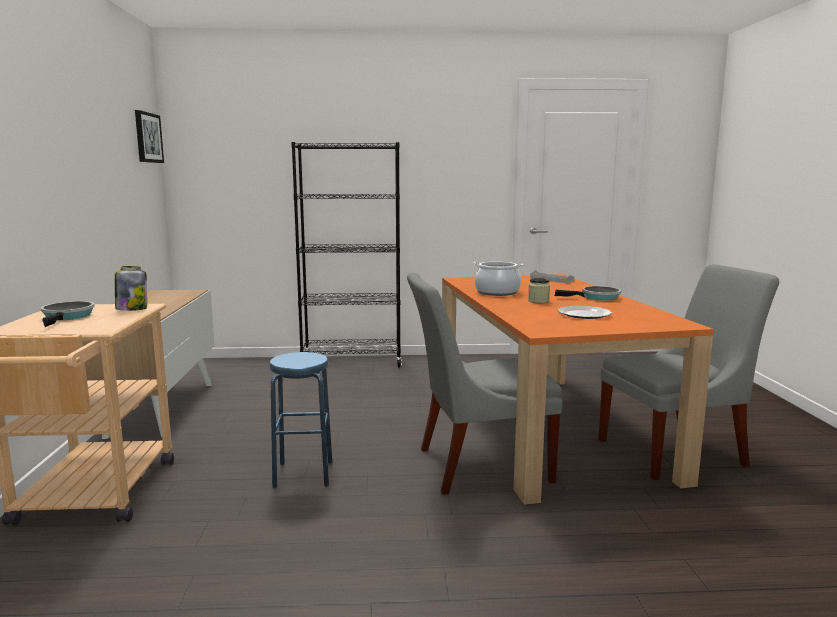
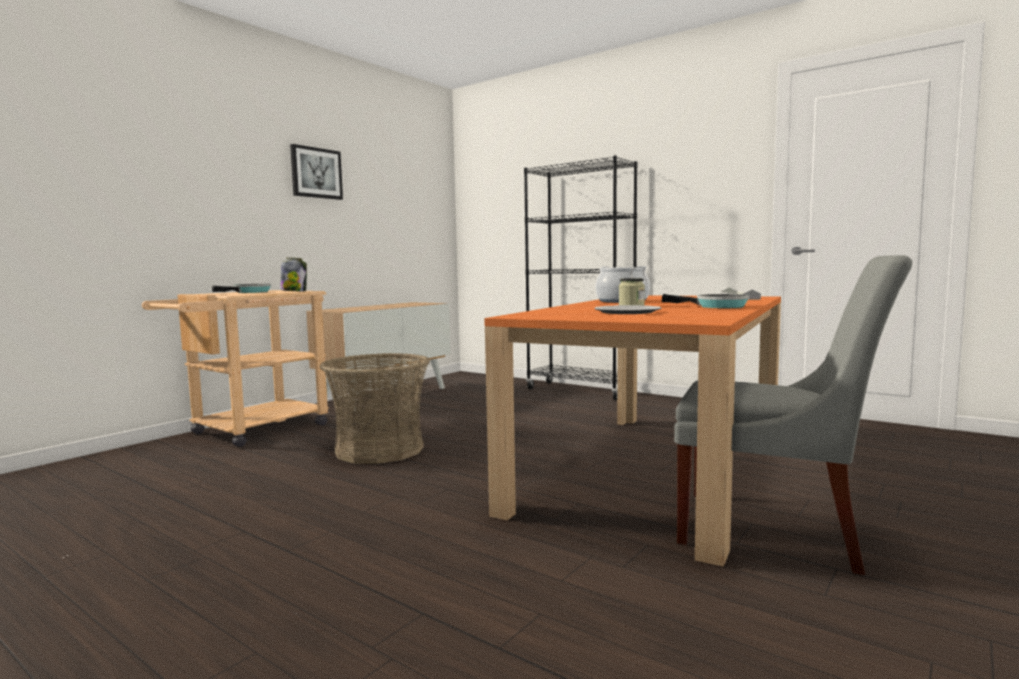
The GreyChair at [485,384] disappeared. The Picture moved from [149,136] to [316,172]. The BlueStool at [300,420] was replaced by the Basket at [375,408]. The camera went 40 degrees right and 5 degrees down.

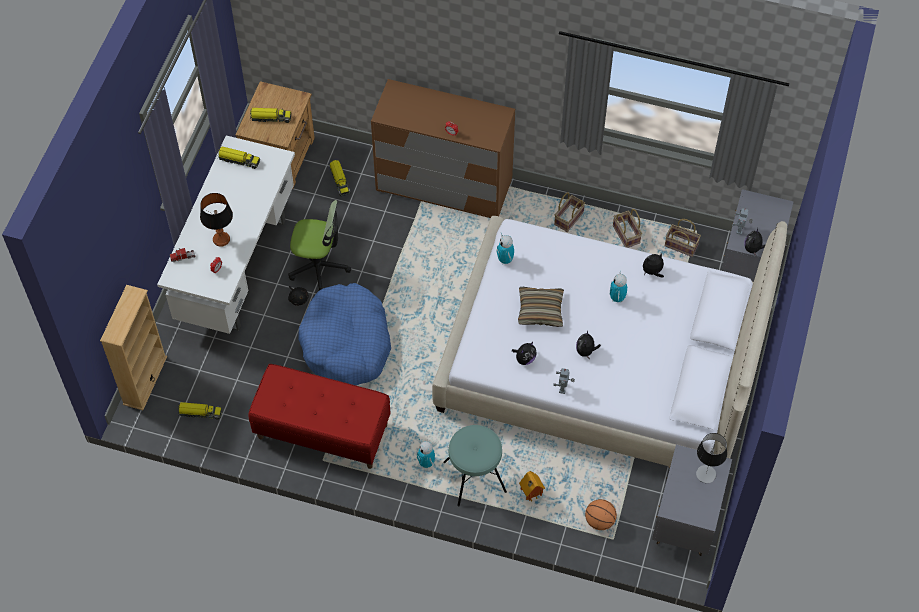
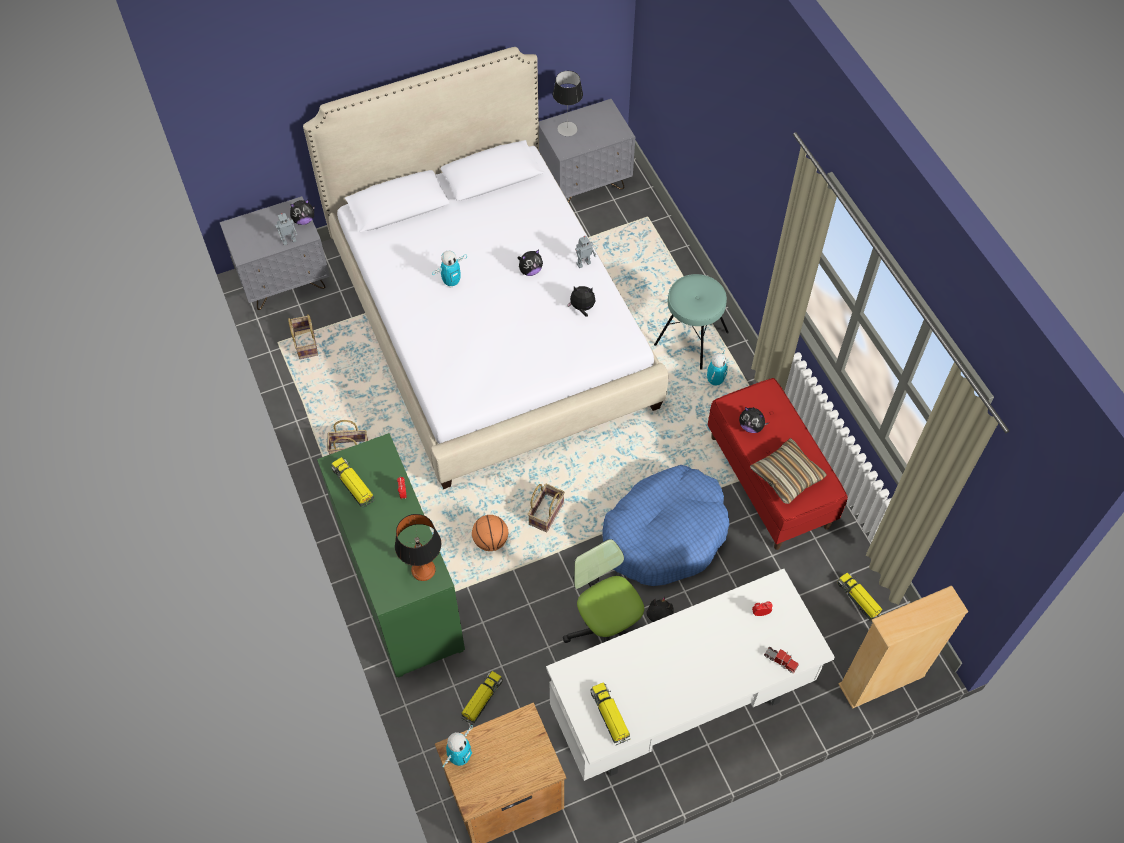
The ToyHouse at [532,486] disappeared. The TableLamp moved from [216,220] to [418,547]. The ToyTruck moved from [270,115] to [353,482]. The ToyRobot moved from [505,249] to [458,746]. The Pillow moved from [541,307] to [788,471]. The Basketball moved from [601,514] to [490,533]. The Basket moved from [627,228] to [546,507]. The PlushToy moved from [653,265] to [754,420]. The BrownDresser at [443,148] became the GreenDresser at [391,555]. The camera went 130 degrees left and 0 degrees up.

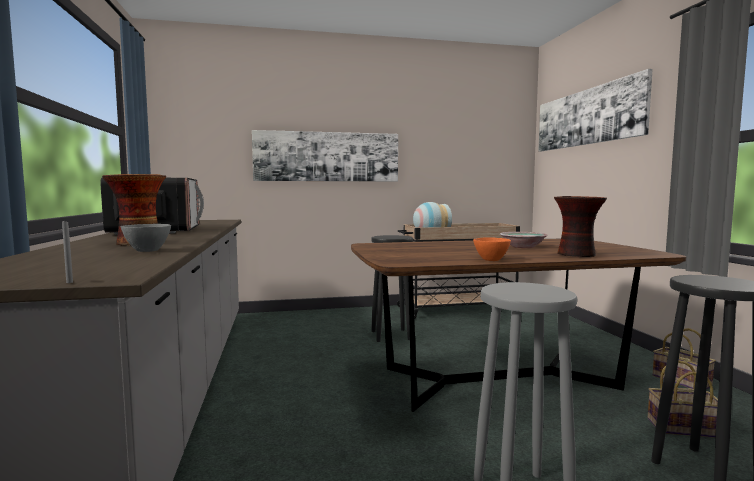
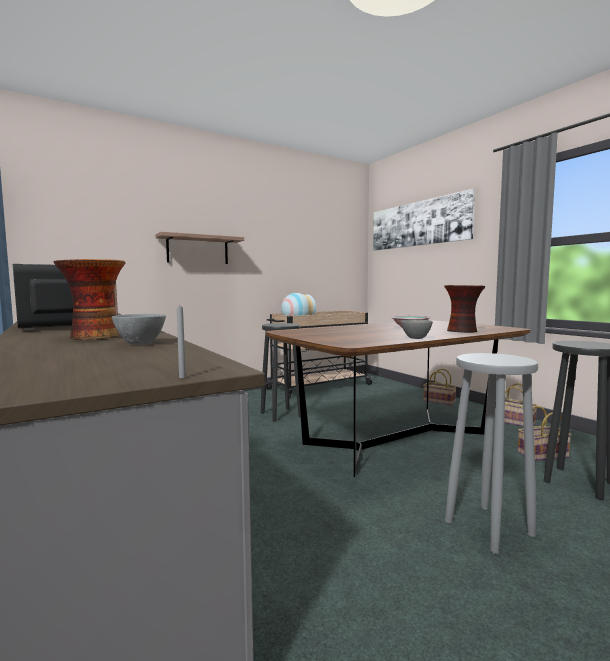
The Basket at [440,387] appeared. The Picture at [325,156] was replaced by the Shelf at [199,248]. The OrangeBowl at [492,249] became the GreyBowl at [417,329]. The camera went 20 degrees left and 0 degrees up.

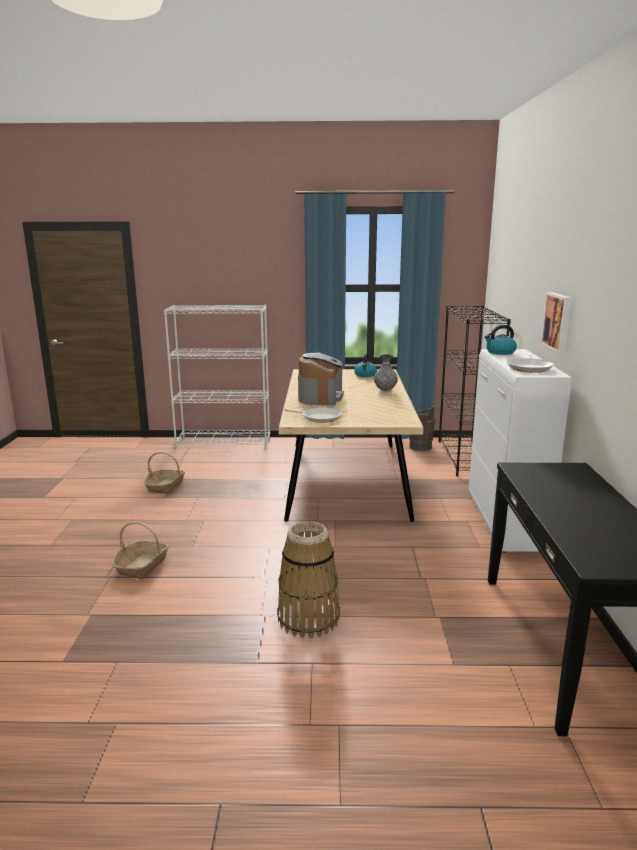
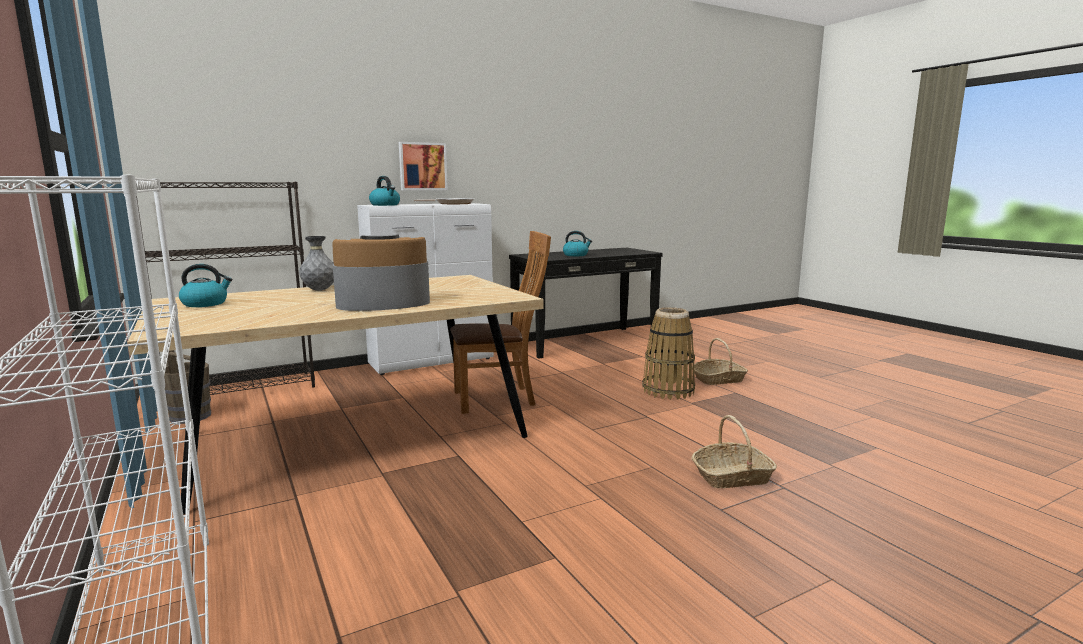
The FryingPan at [313,415] disappeared. The BrownChair at [500,322] appeared. The Kettle at [577,243] appeared. The Basket moved from [164,473] to [720,361]. The camera went 120 degrees left and 5 degrees down.

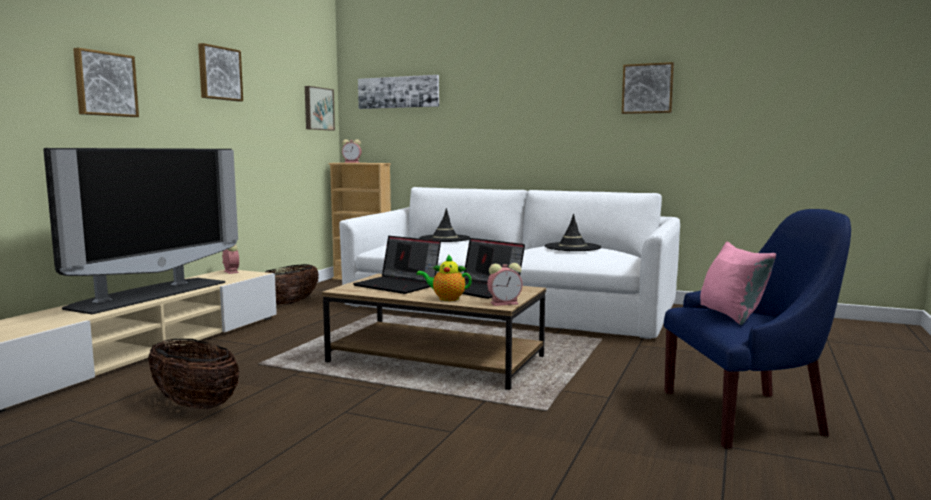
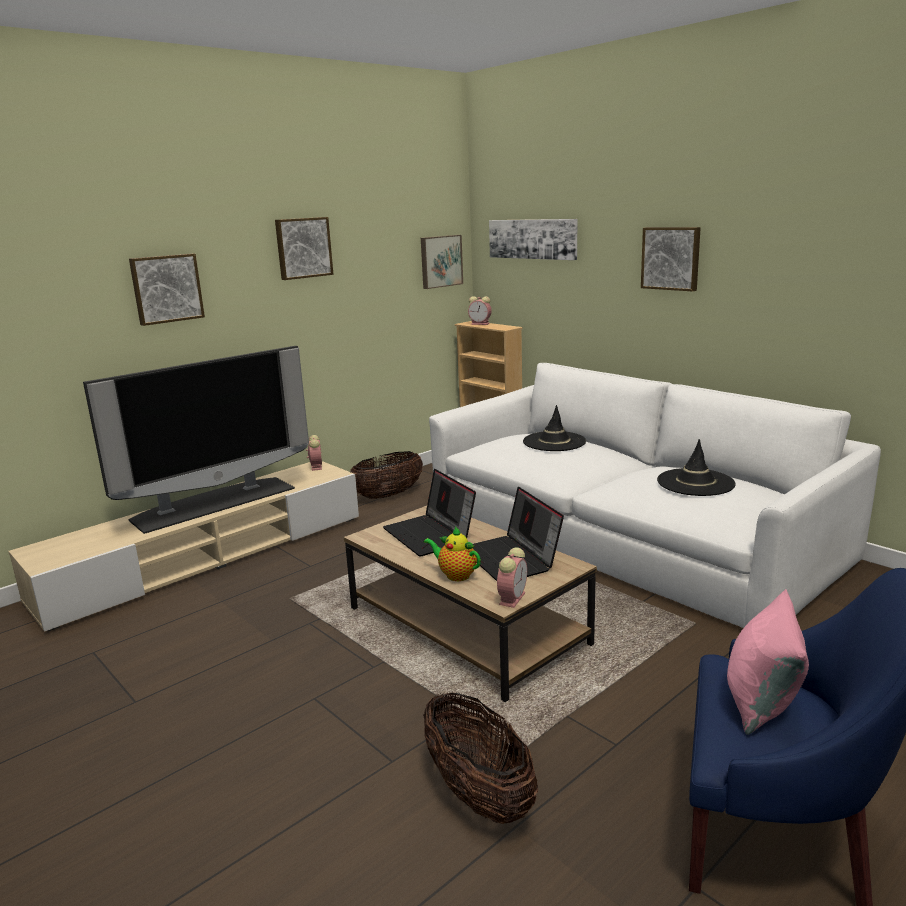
The Basket moved from [193,374] to [480,758]. The Picture moved from [648,88] to [671,259]. The AlarmClock at [505,284] turned 75 degrees counterclockwise. The camera went 25 degrees right and 10 degrees up.

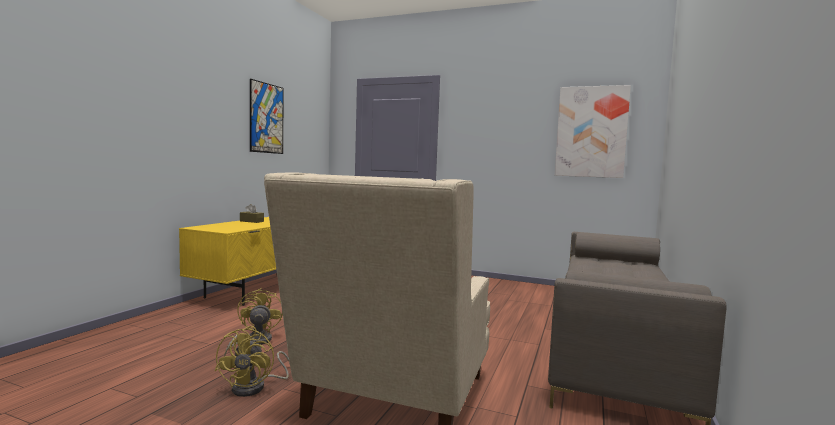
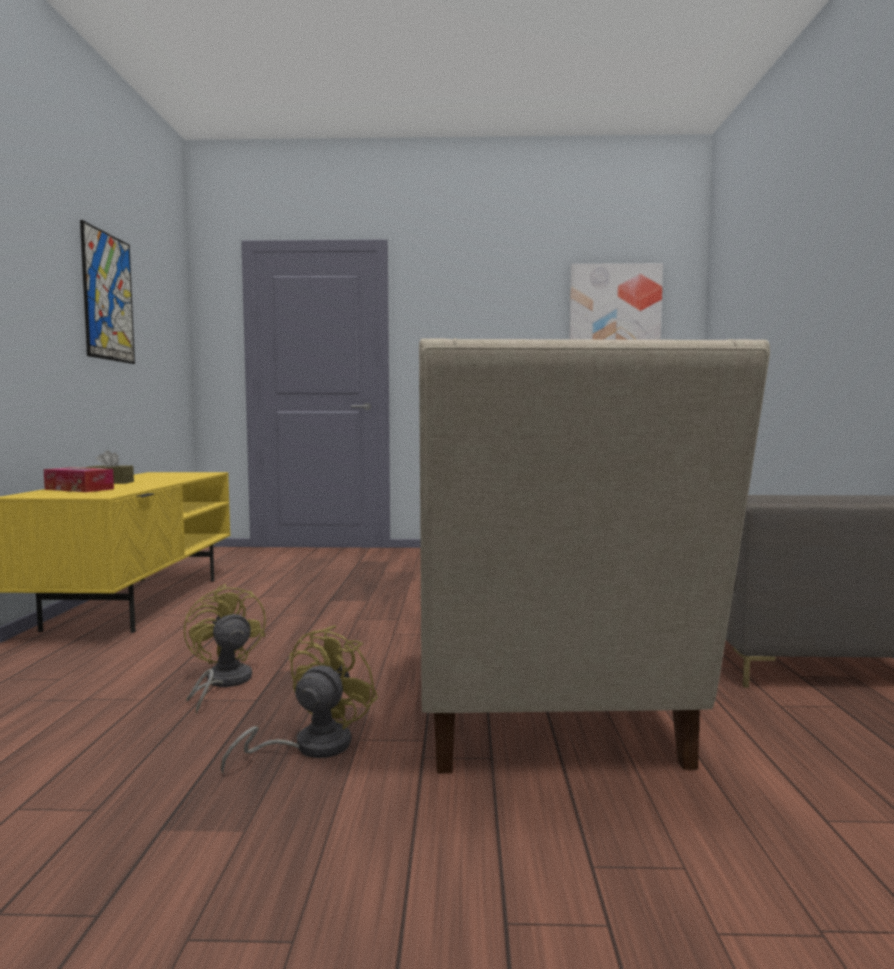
The TissueBox at [79,479] appeared. The YellowFan at [252,361] turned 135 degrees counterclockwise. The camera went 20 degrees left and 0 degrees up.

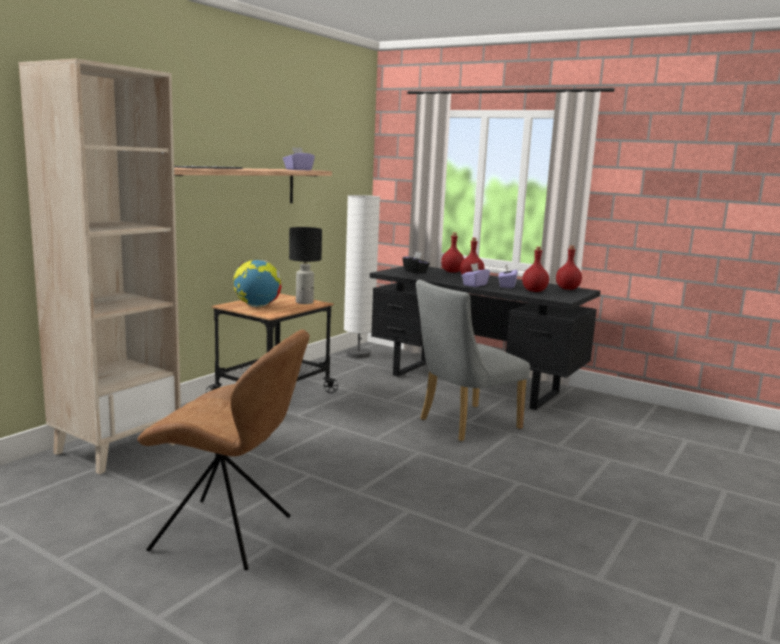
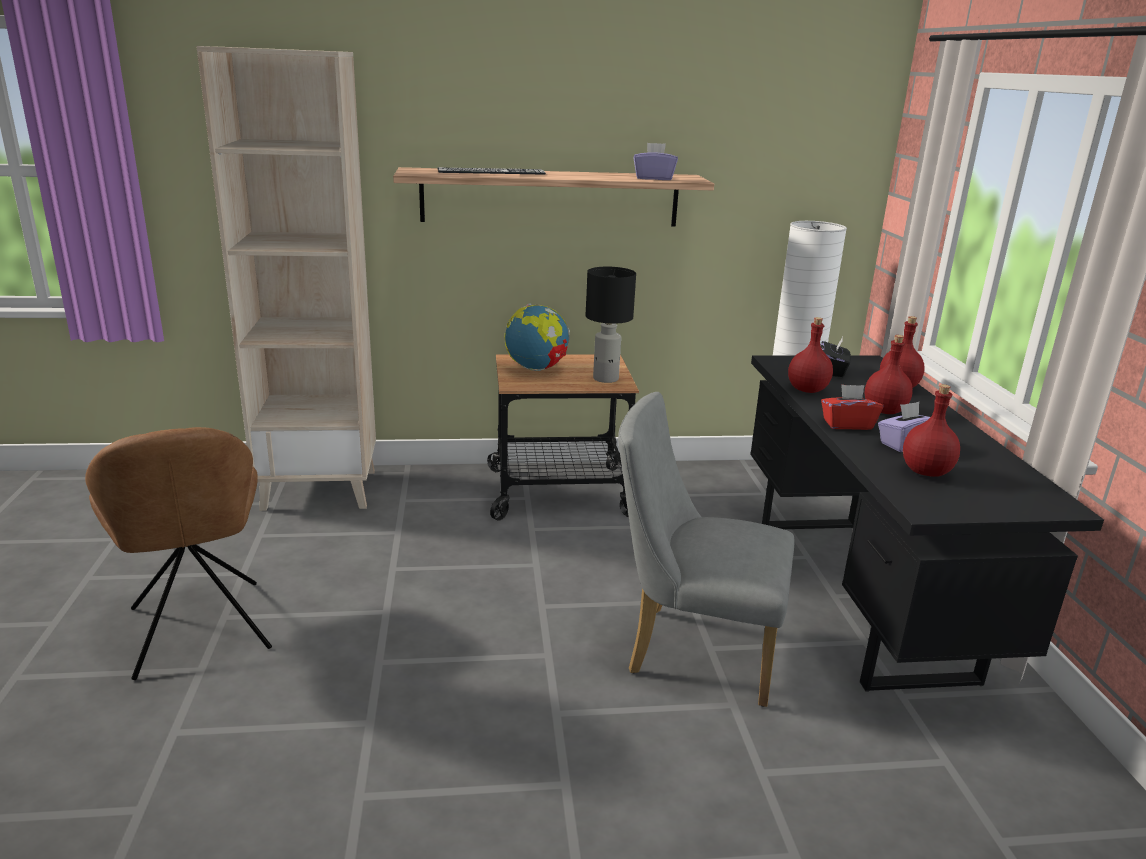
The RedBottle moved from [569,268] to [810,355]. The PurpleTissueBox at [476,275] became the RedTissueBox at [852,407]. The camera went 50 degrees right and 10 degrees up.

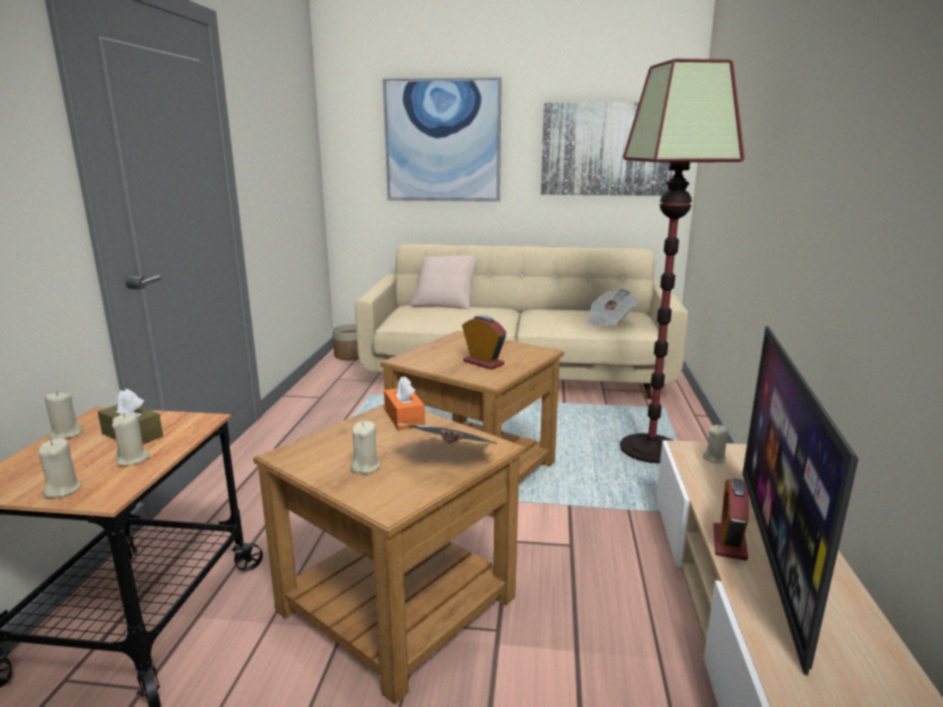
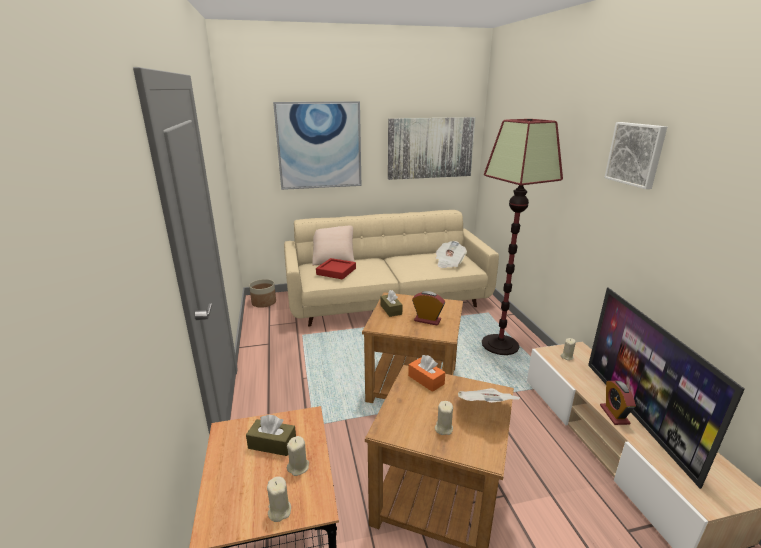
The BeigeCandle at [64,415] disappeared. The RedTray at [336,268] appeared. The BrownTissueBox at [392,303] appeared. The Picture at [635,155] appeared. The camera went 20 degrees left and 5 degrees up.

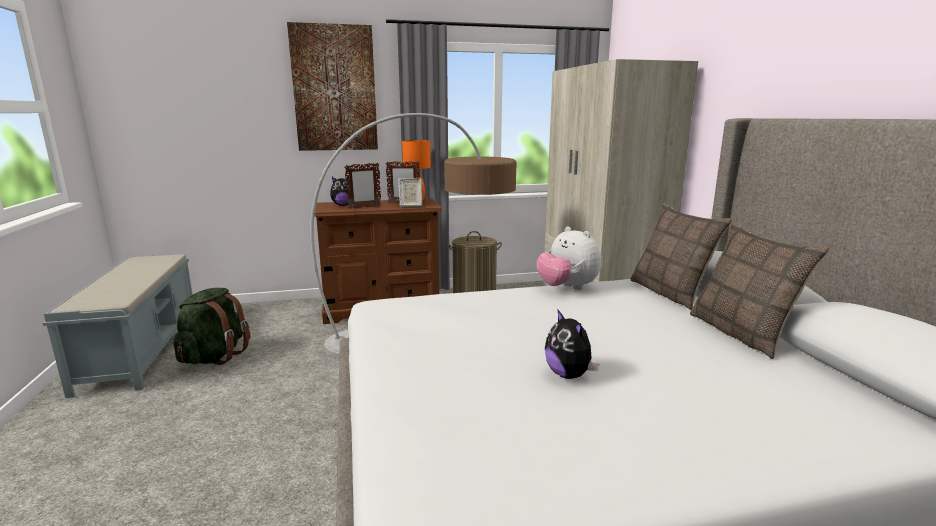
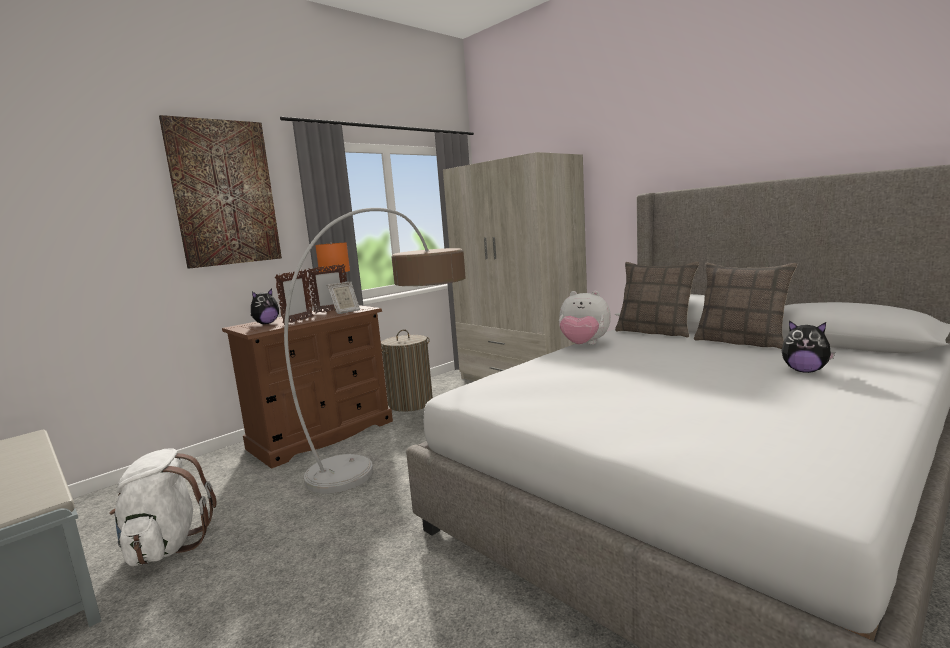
The PlushToy moved from [572,344] to [808,347]. The GreenBackpack at [212,326] became the WhiteBackpack at [163,507]. The camera went 30 degrees left and 5 degrees down.

